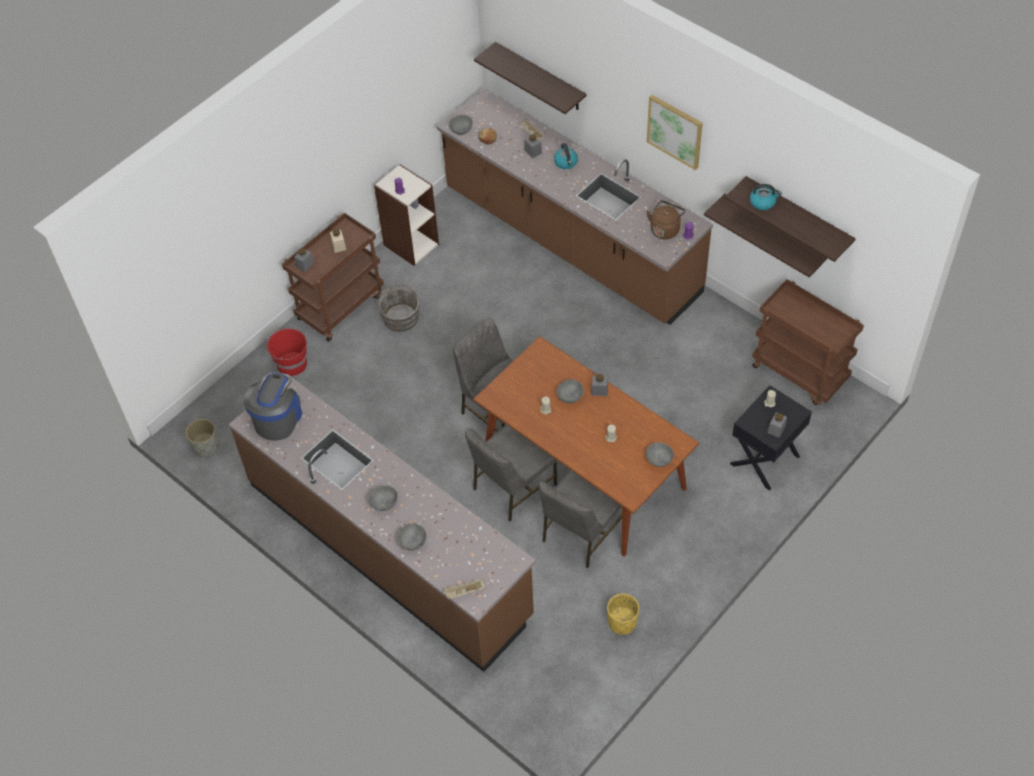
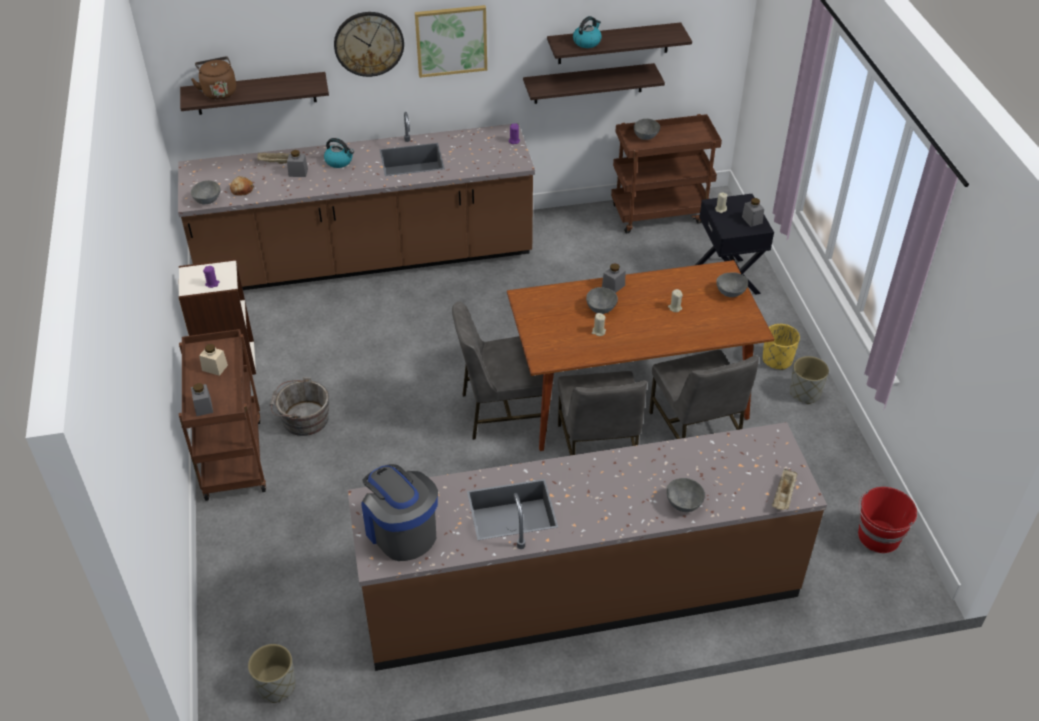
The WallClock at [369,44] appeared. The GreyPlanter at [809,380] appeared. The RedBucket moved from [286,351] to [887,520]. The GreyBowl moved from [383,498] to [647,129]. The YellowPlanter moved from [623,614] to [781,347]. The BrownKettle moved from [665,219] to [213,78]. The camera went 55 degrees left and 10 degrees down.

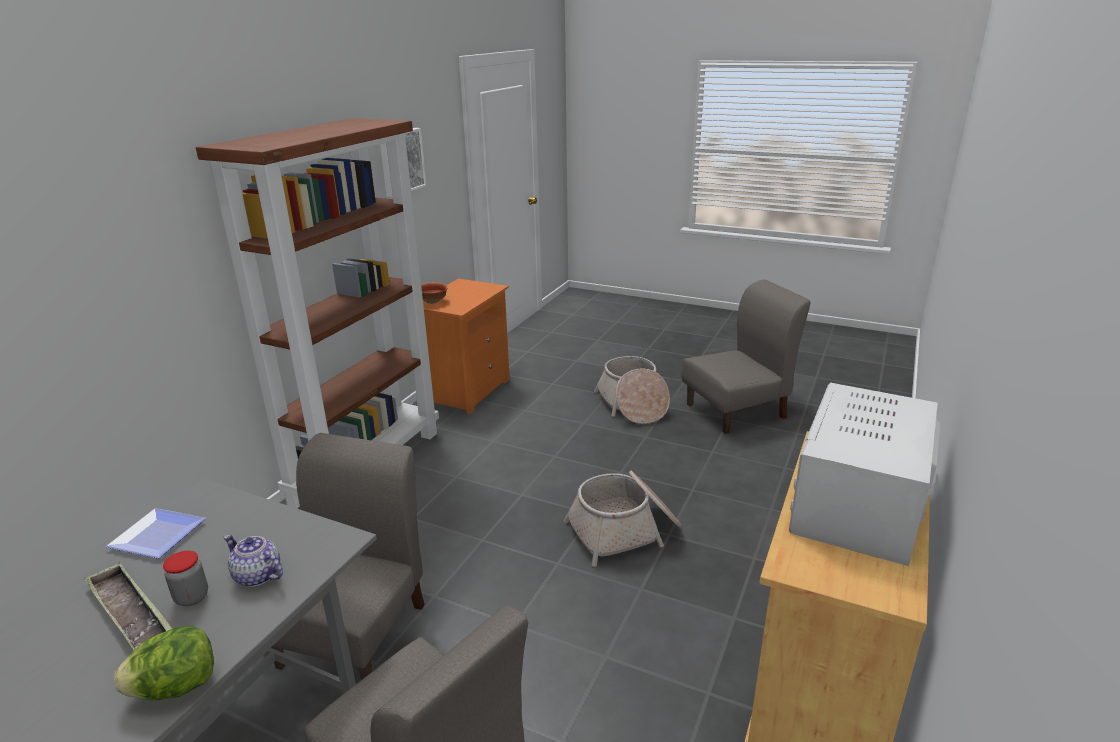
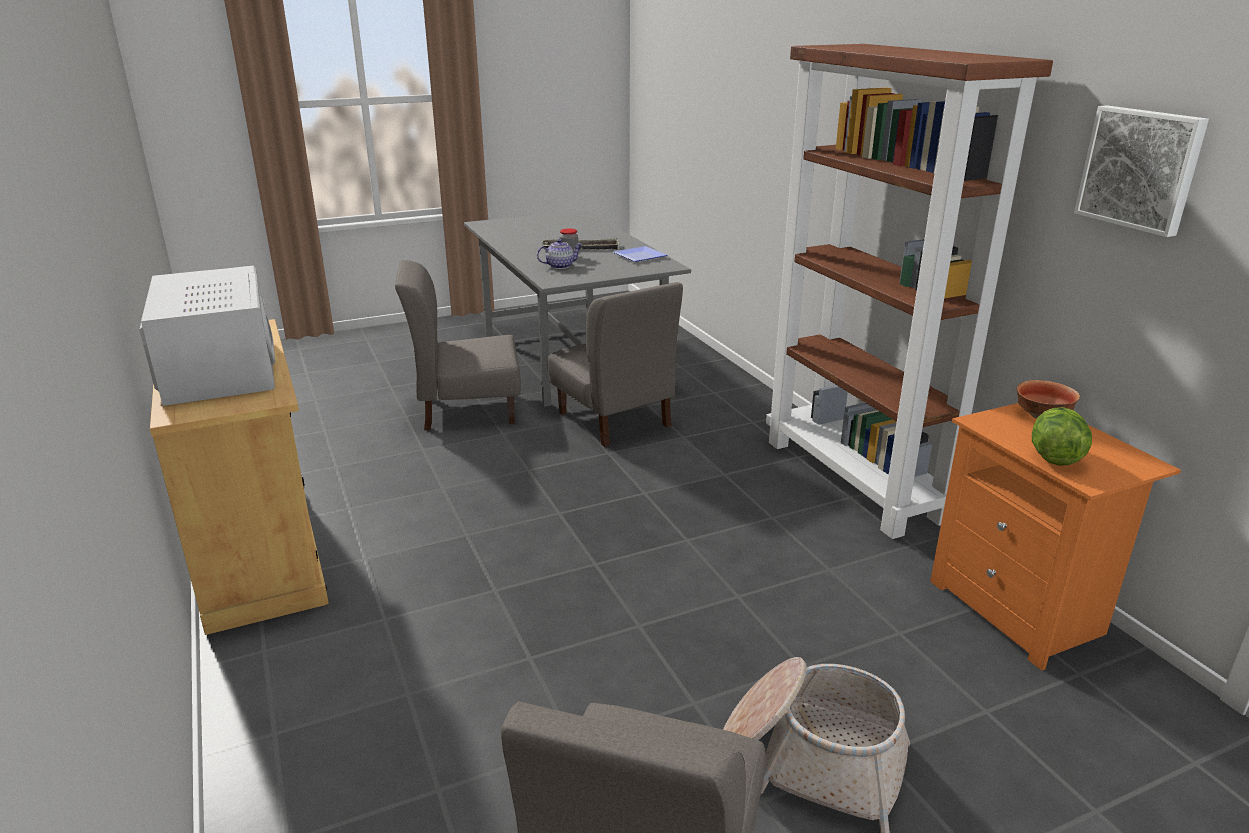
The Basket at [623,518] disappeared. The Lettuce moved from [164,663] to [1062,436]. The camera went 130 degrees right and 0 degrees up.

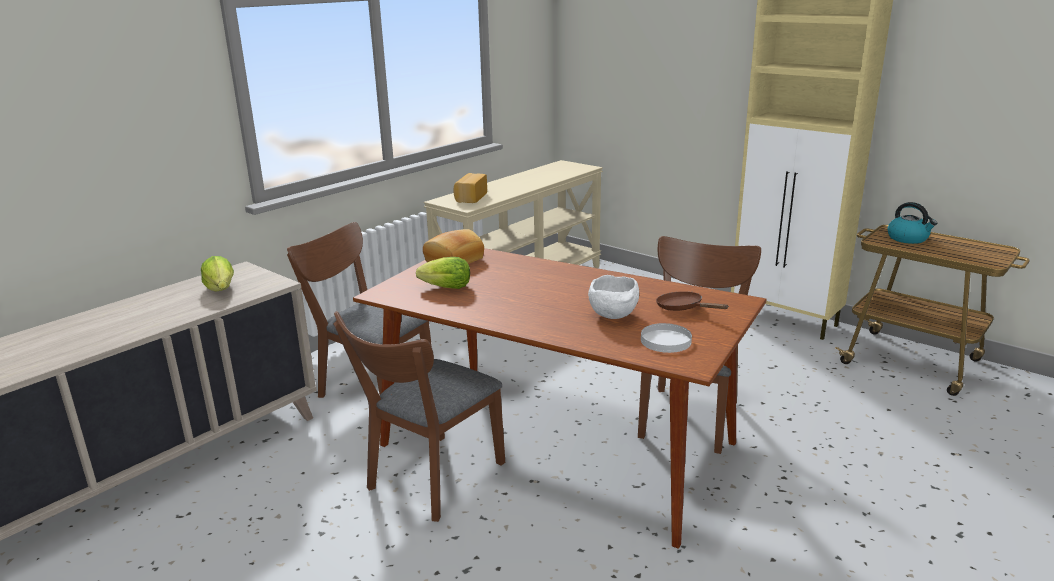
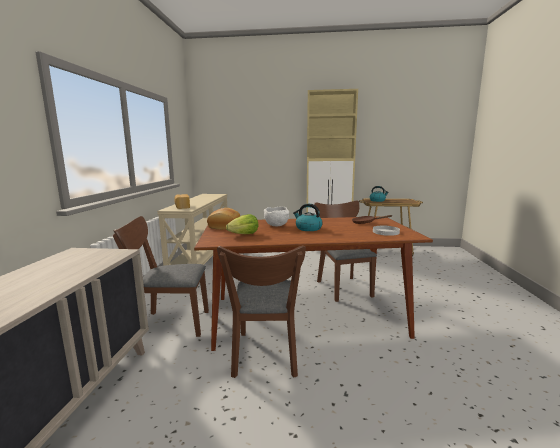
The Lettuce at [217,273] disappeared. The Kettle at [307,217] appeared. The WhiteBowl moved from [613,297] to [276,216]. The camera went 35 degrees left and 10 degrees down.

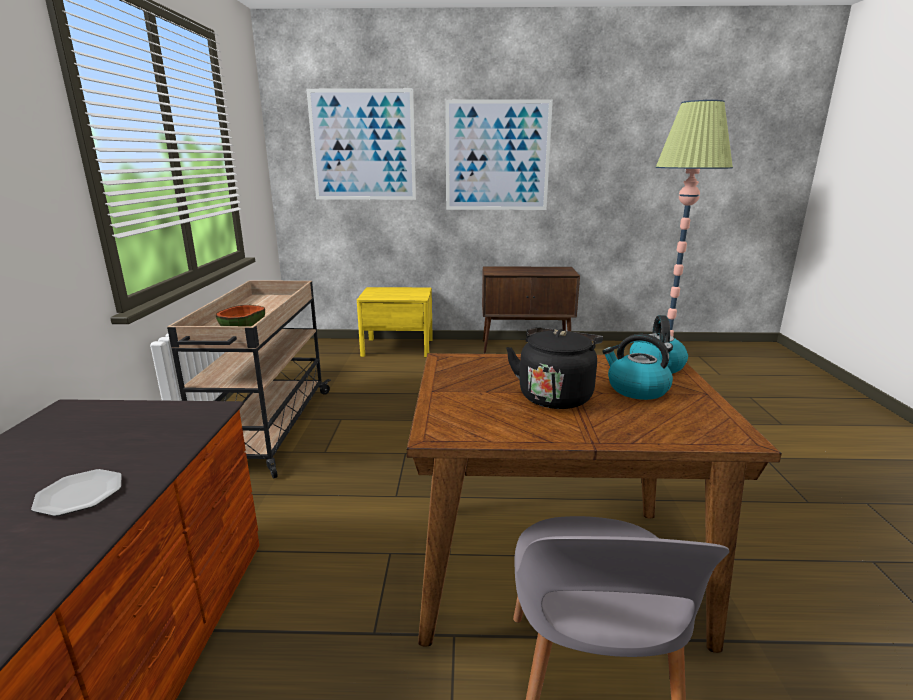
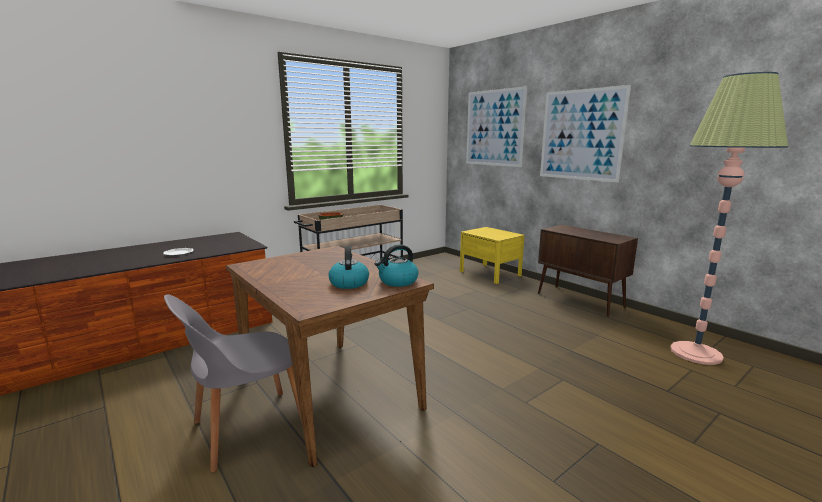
The BlackKettle at [554,368] disappeared. The camera went 50 degrees right and 5 degrees down.

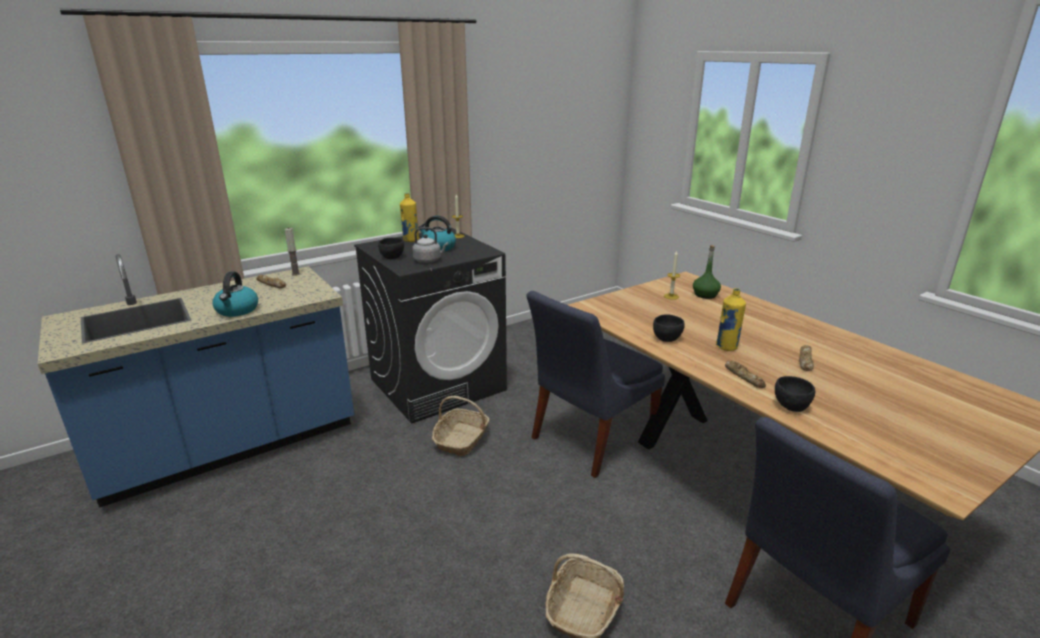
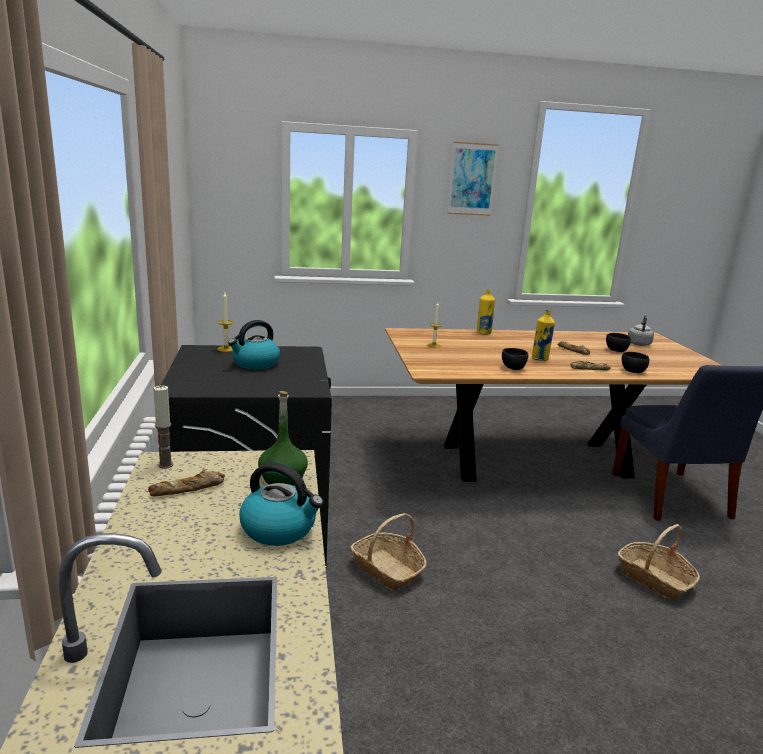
The BlueChair at [595,384] disappeared. The Picture at [473,179] appeared. The BlackBowl moved from [391,248] to [618,342]. The YellowBottle moved from [409,217] to [486,312]. The GreyKettle moved from [430,245] to [641,330]. The GreenBottle moved from [707,272] to [283,438]. The camera went 65 degrees left and 5 degrees down.

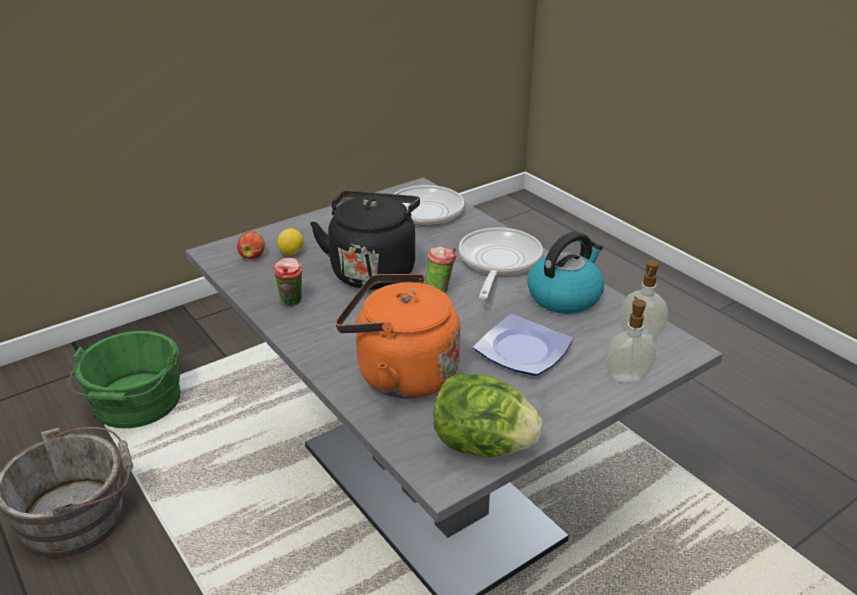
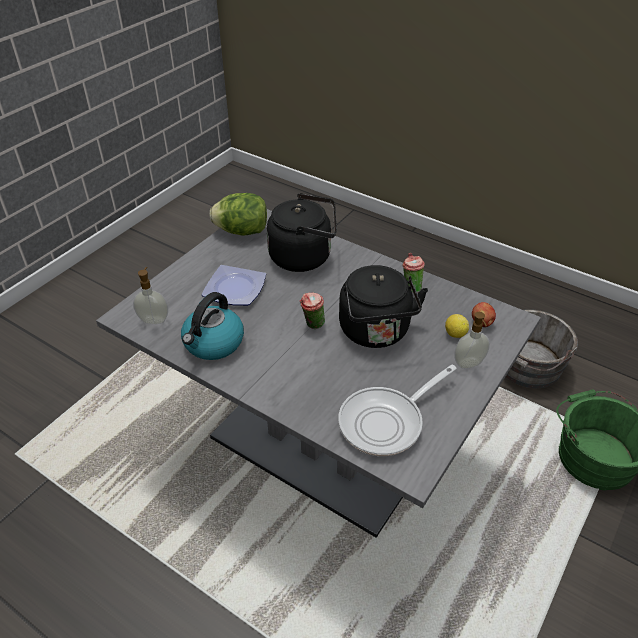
The FryingPan at [501,263] disappeared. The SoapDispenser moved from [630,339] to [472,340]. The OrangeKettle at [398,336] became the BlackKettle at [302,232]. The camera went 160 degrees right and 10 degrees up.

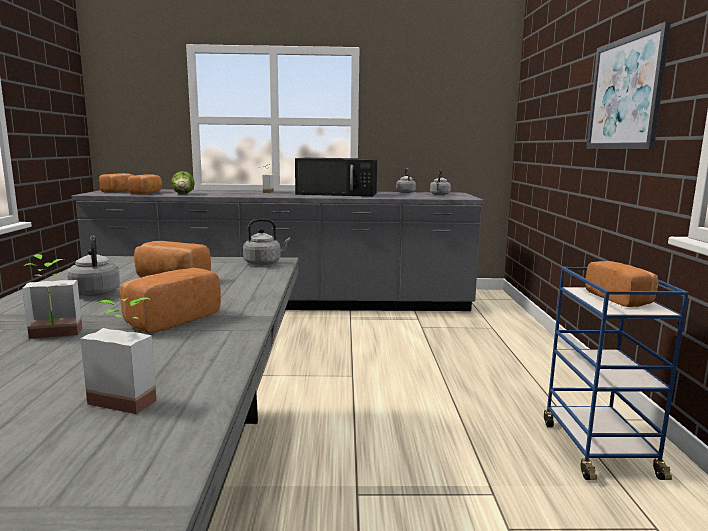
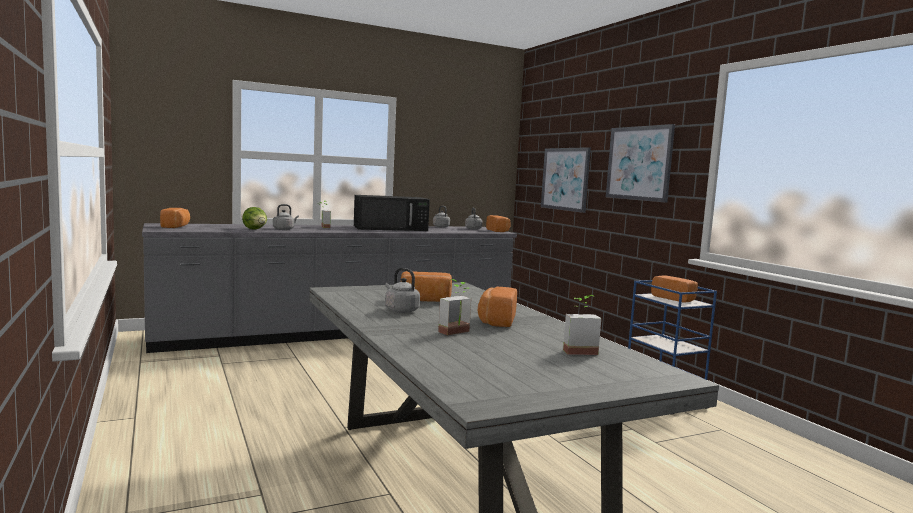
The Picture at [566,180] appeared. The Bread moved from [145,184] to [498,223]. The GreyKettle moved from [267,242] to [286,217]. The camera went 25 degrees left and 5 degrees down.

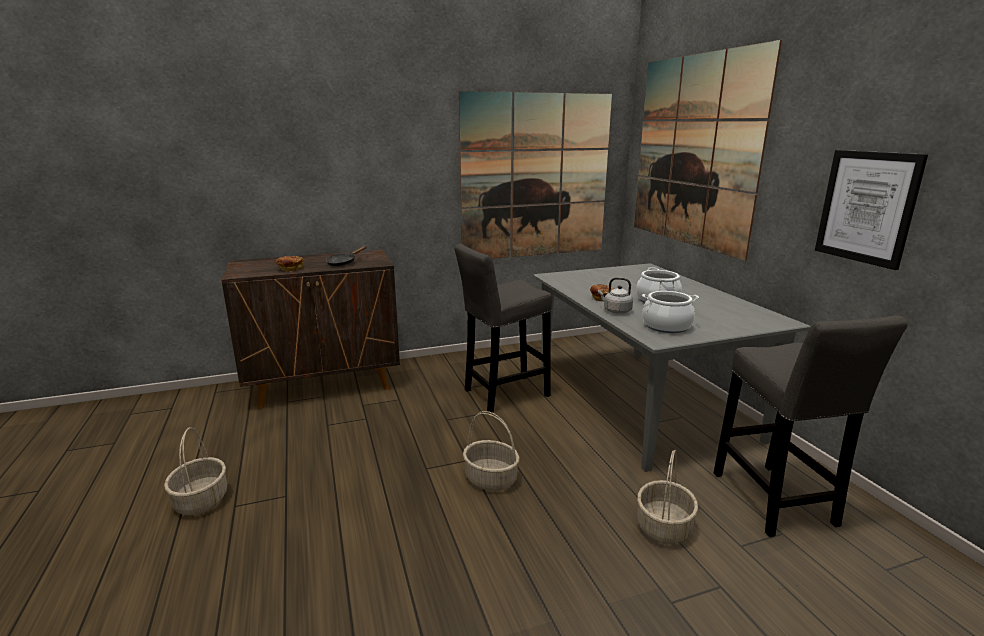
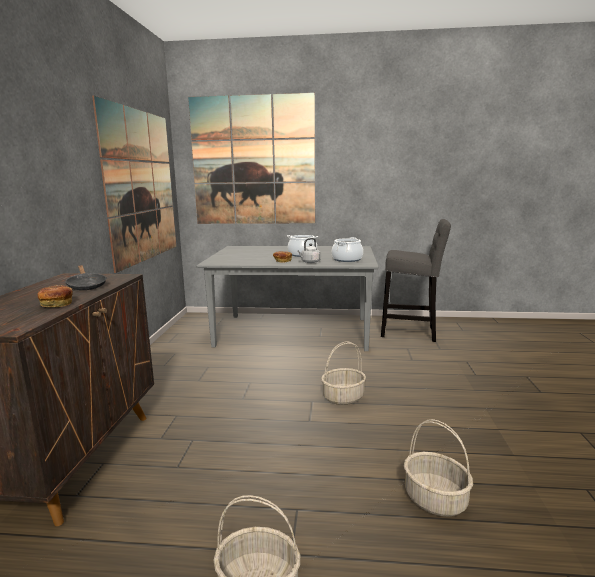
The GreyStool at [503,328] disappeared. The Picture at [871,210] disappeared. The Basket moved from [667,497] to [438,468]. The camera went 65 degrees left and 5 degrees down.

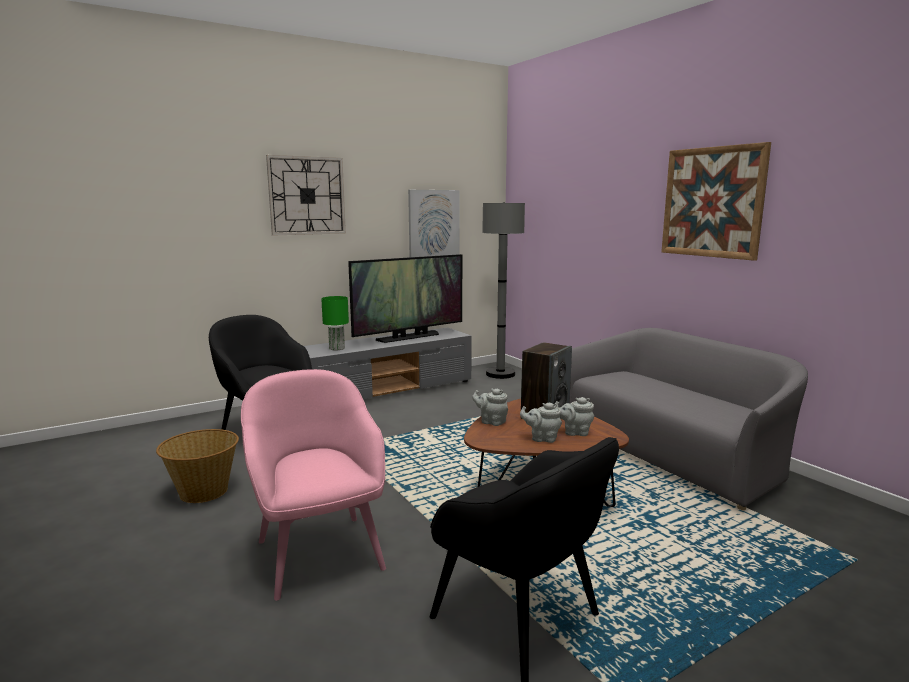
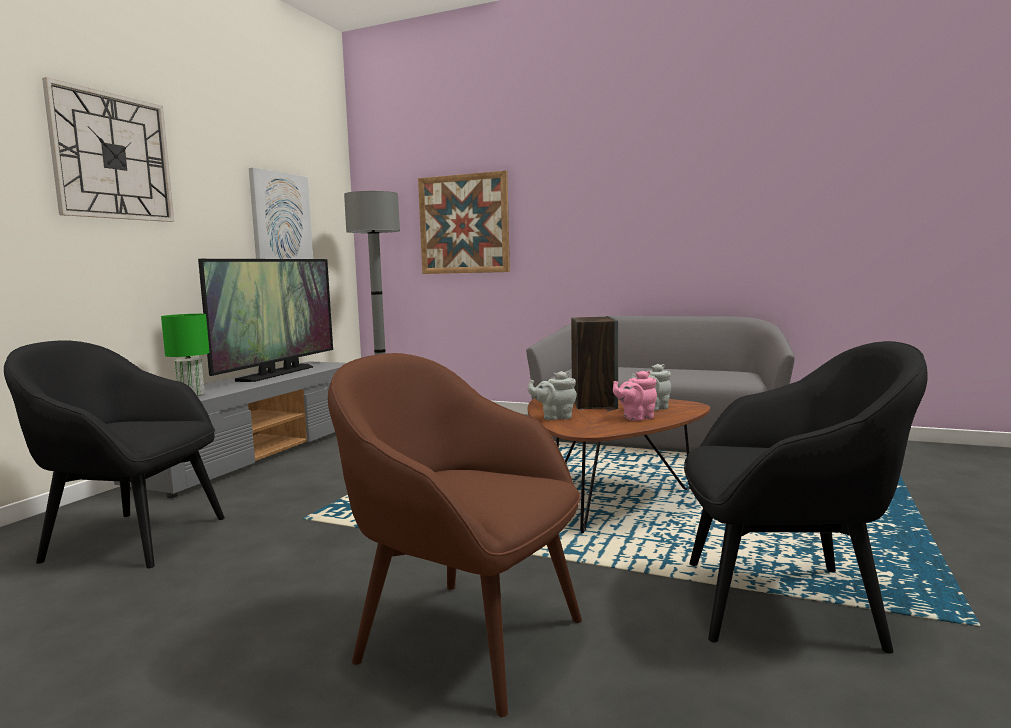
The Basket at [197,466] disappeared. The Picture moved from [716,201] to [464,222]. The PinkArmchair at [313,485] became the BrownArmchair at [455,535]. The GreyTeapot at [541,422] became the PinkTeapot at [635,396]. The camera went 35 degrees left and 5 degrees down.

